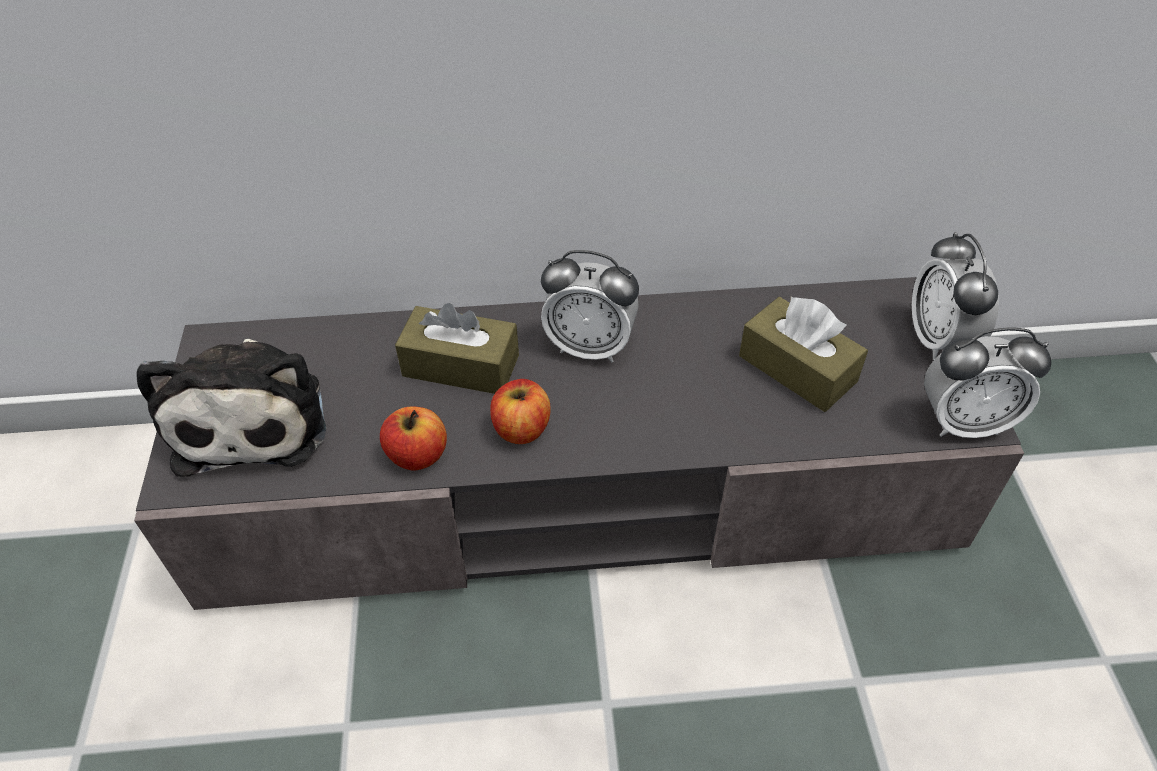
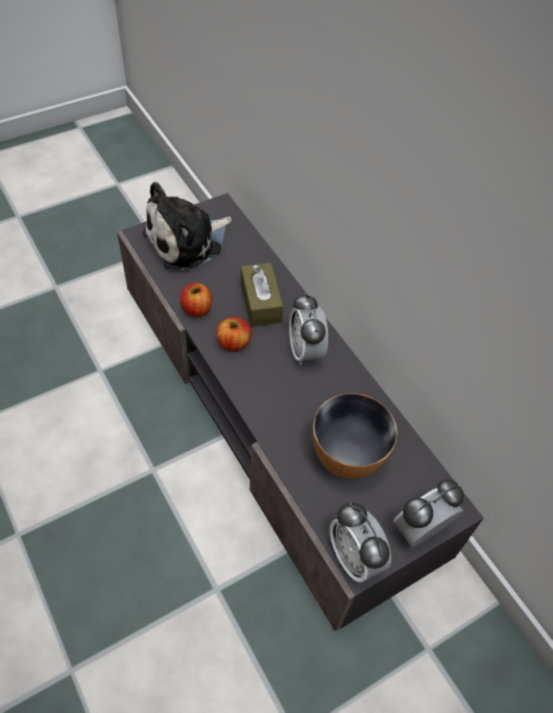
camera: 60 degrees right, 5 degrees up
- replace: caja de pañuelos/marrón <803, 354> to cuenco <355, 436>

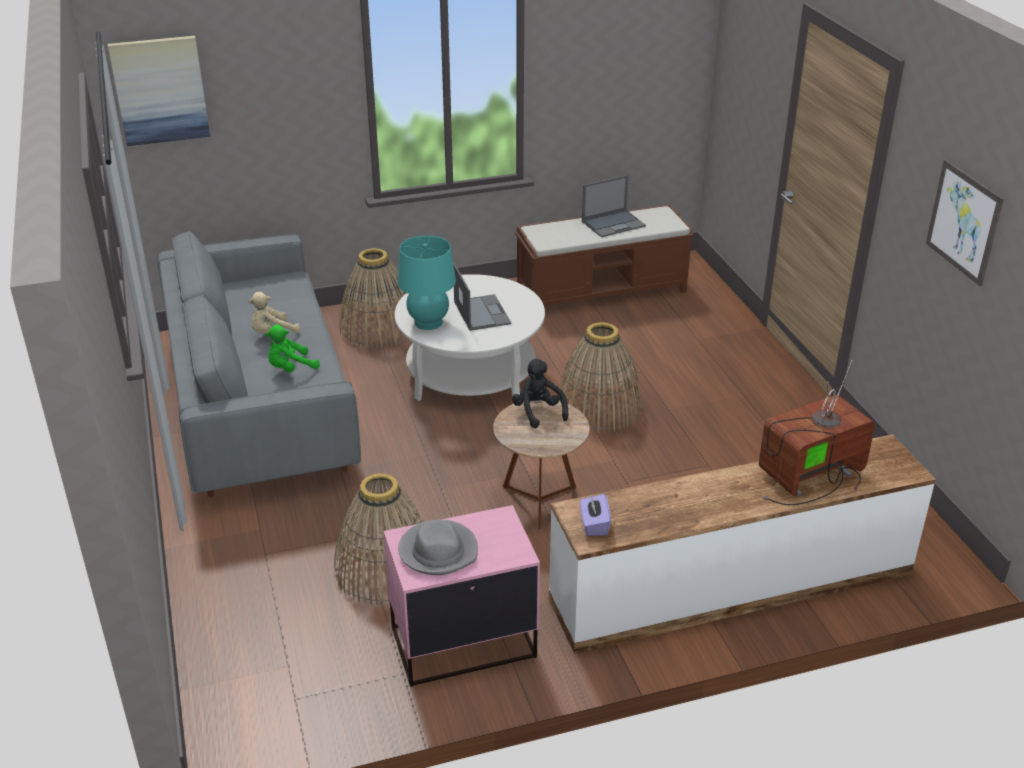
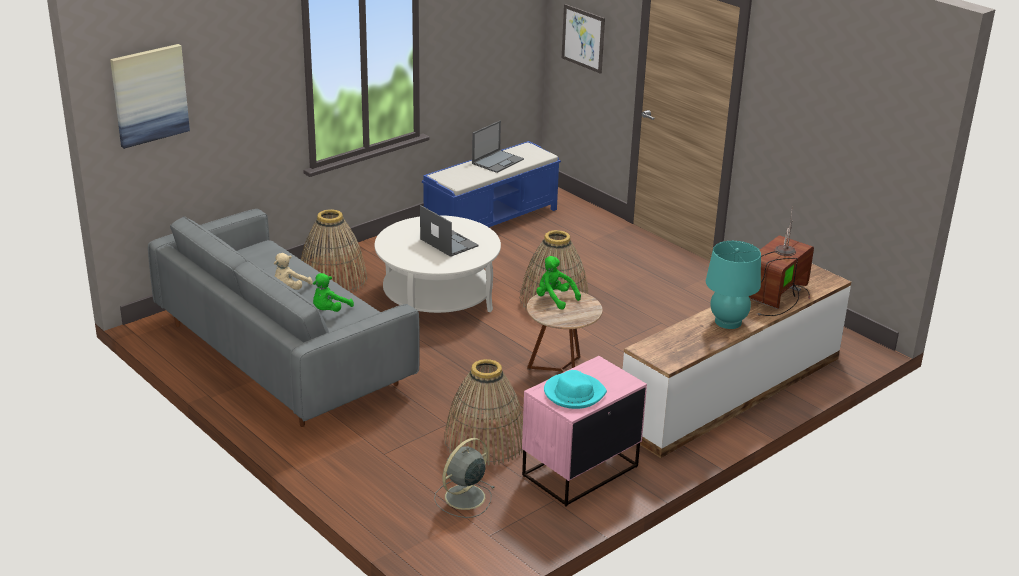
camera: 25 degrees left, 5 degrees down
- delete: caja de pañuelos/morado <595, 515>
- insert: ventilador/gris <464, 478>
- move: lámpara de mesa/turquesa <426, 282> to <733, 285>
- move: cuadro <965, 223> to <583, 39>
- recolor: sombrero/gris <438, 547> to sombrero/turquesa <575, 389>
- recolor: peluche/negro <540, 393> to peluche/verde <558, 283>
- recolor: banco/marrón <604, 255> to banco/azul <491, 184>

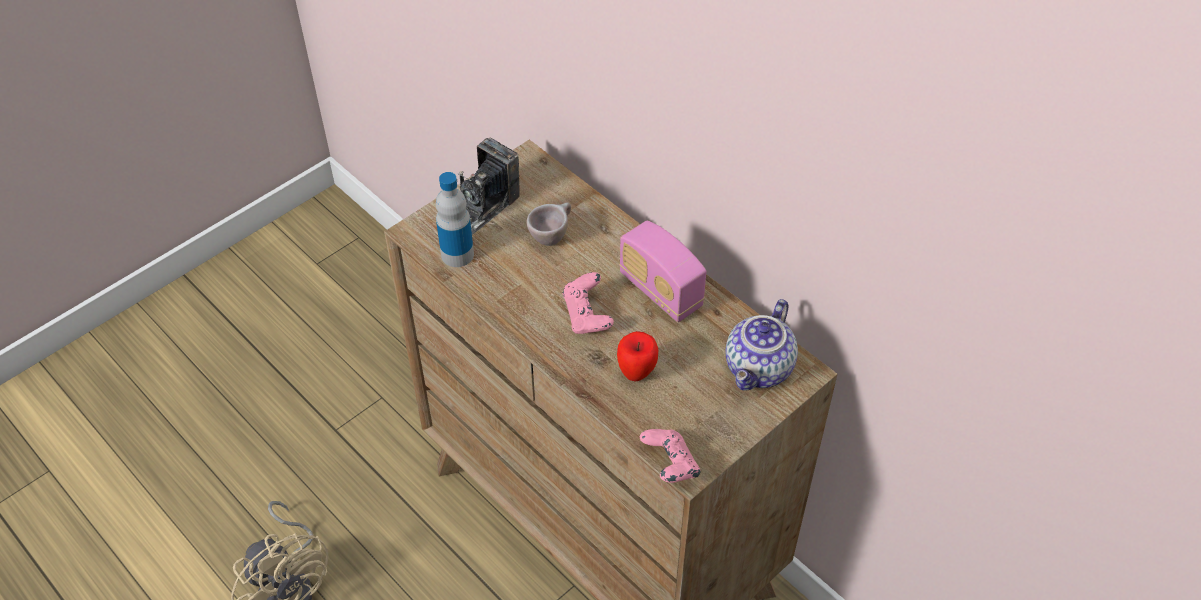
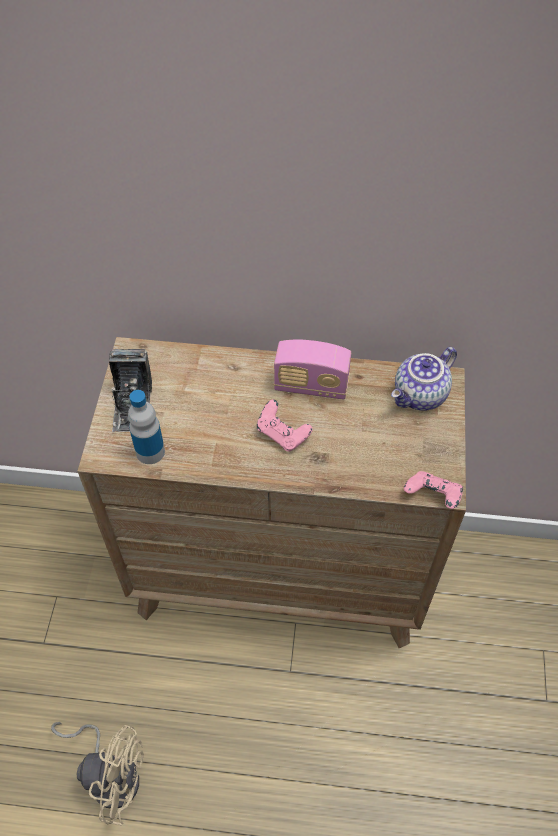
camera: 40 degrees left, 5 degrees up
- delete: taza/beis <549, 224>
- delete: manzana <637, 356>
- rotate: tetera <761, 344> = <424, 379> 60 degrees clockwise

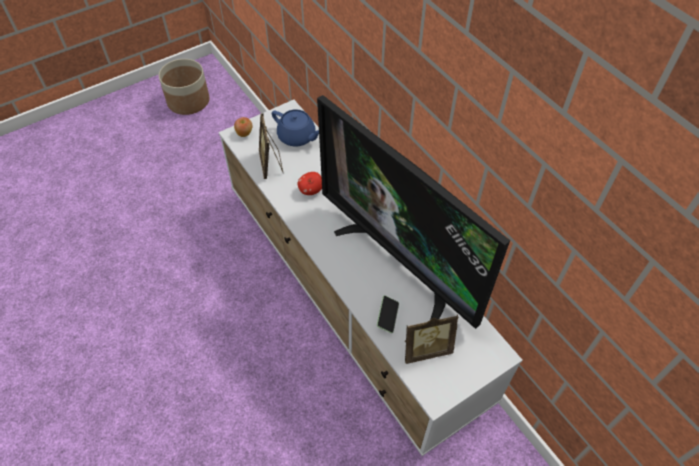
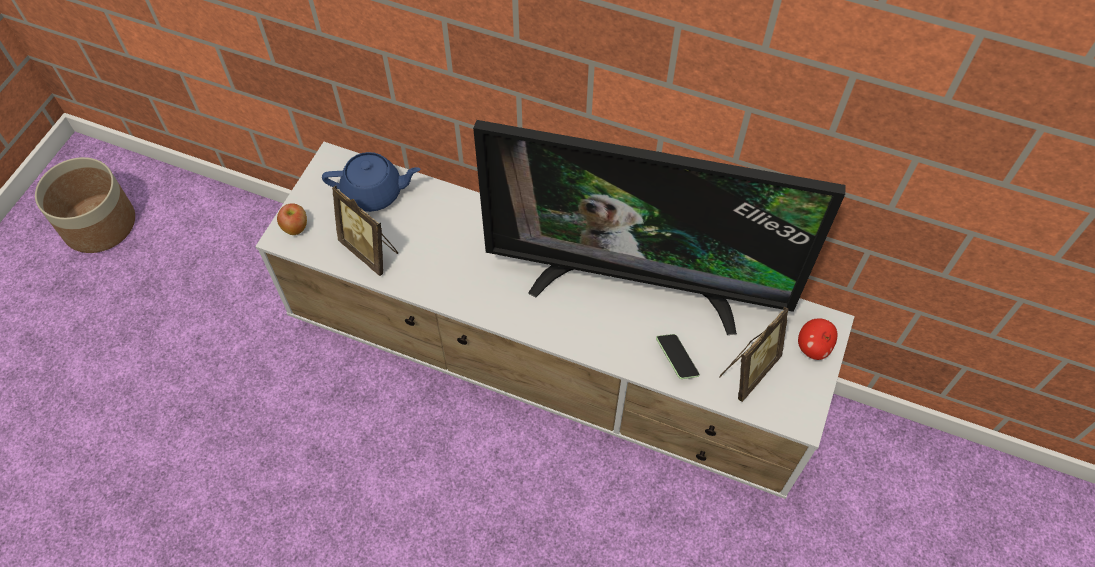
camera: 35 degrees left, 5 degrees up
- move: manzana <310, 183> to <817, 339>

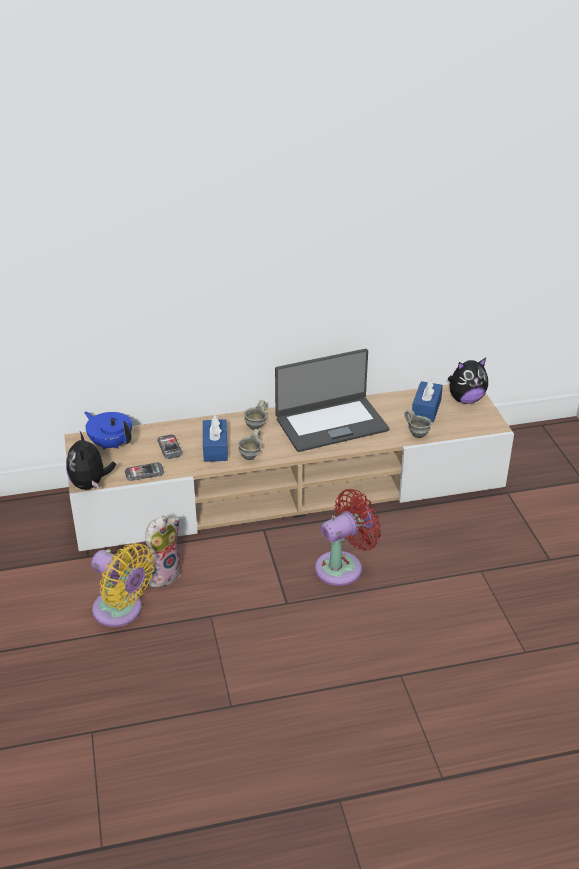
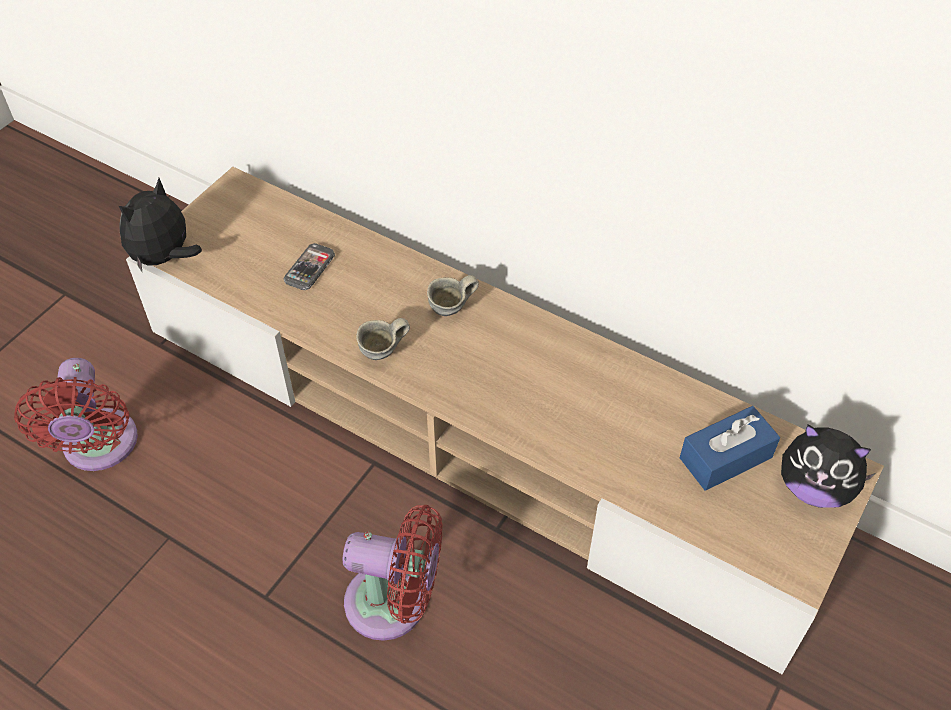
camera: 45 degrees right, 15 degrees up
- delete: tetera/azul <108, 430>
- delete: móvil <144, 471>
- delete: peluche <163, 551>
- delete: caja de pañuelos/azul <215, 438>
- delete: portátil <332, 400>
- delete: taza grande/gris <418, 423>
- recolor: ventilador/amarillo <123, 585> to ventilador/rojo <76, 414>

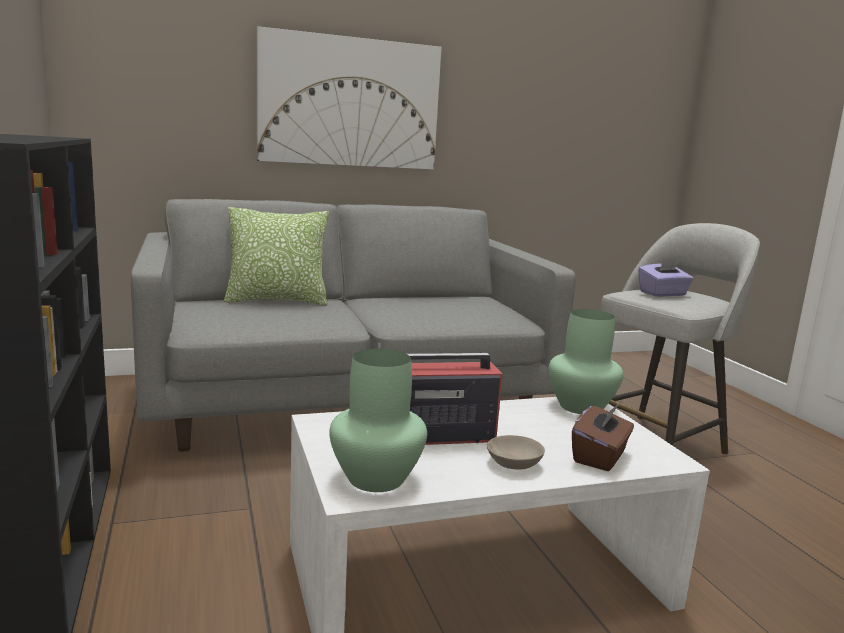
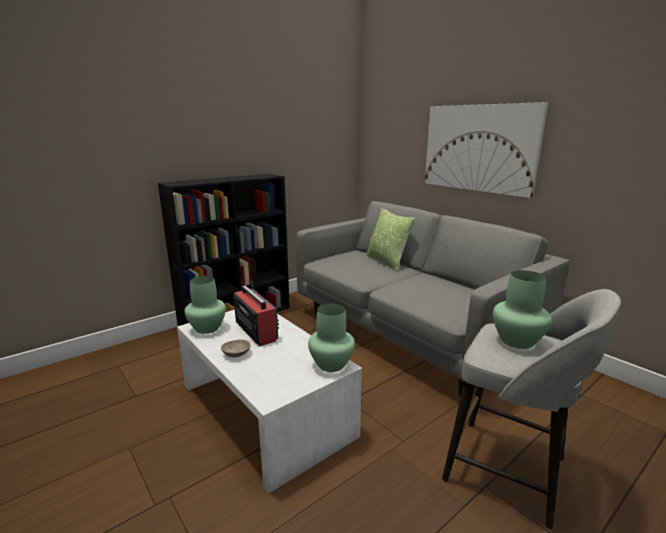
camera: 70 degrees right, 5 degrees up
- delete: caja de pañuelos/marrón <603, 437>
- replace: caja de pañuelos/morado <666, 277> to florero/verde <522, 309>

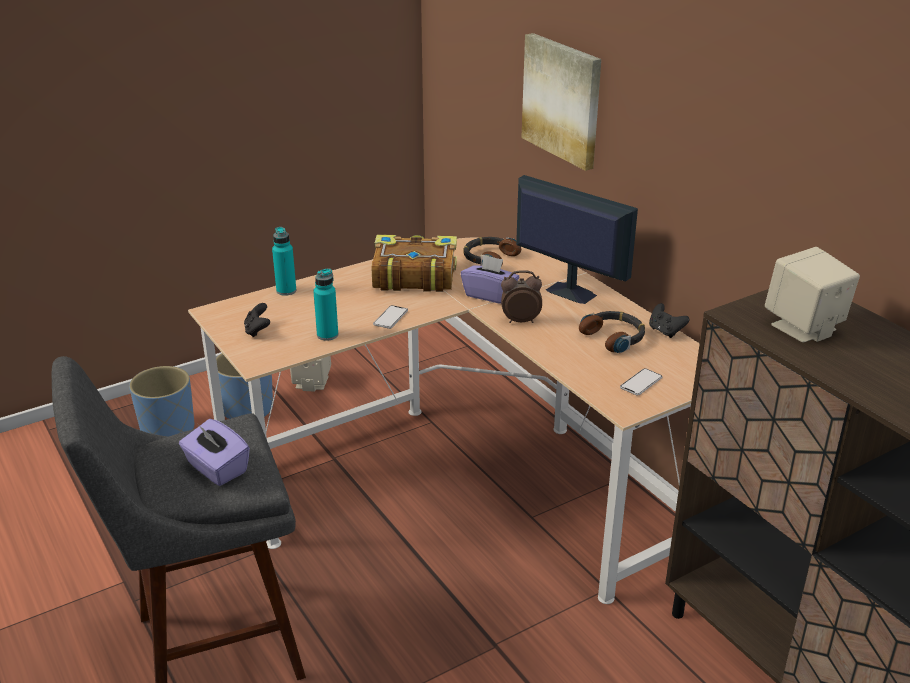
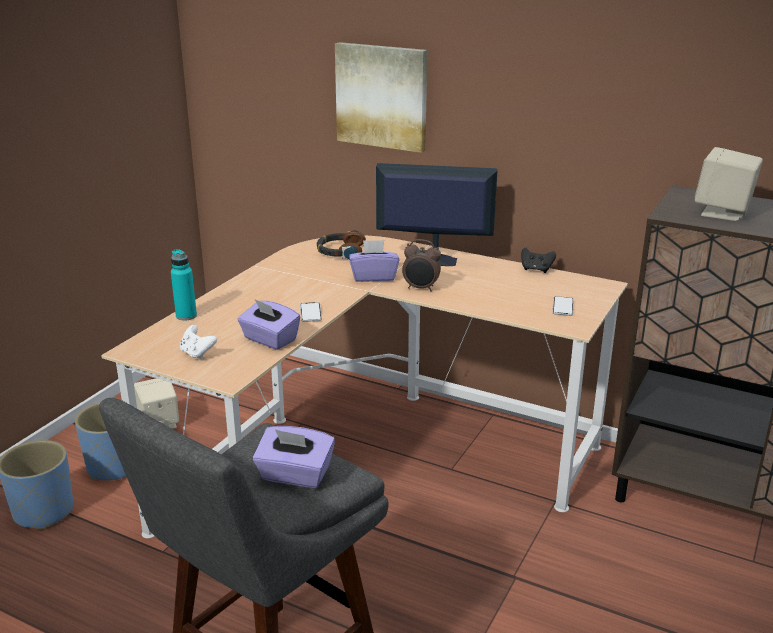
camera: 30 degrees left, 5 degrees down
- delete: libro <414, 263>
- delete: auriculares <612, 332>
- replace: botella/turquesa <325, 304> to caja de pañuelos/morado <268, 324>
- recolor: mando de consola/negro <257, 320> to mando de consola/blanco <198, 342>
- rotate: despertador <521, 296> = <421, 265> 135 degrees counterclockwise

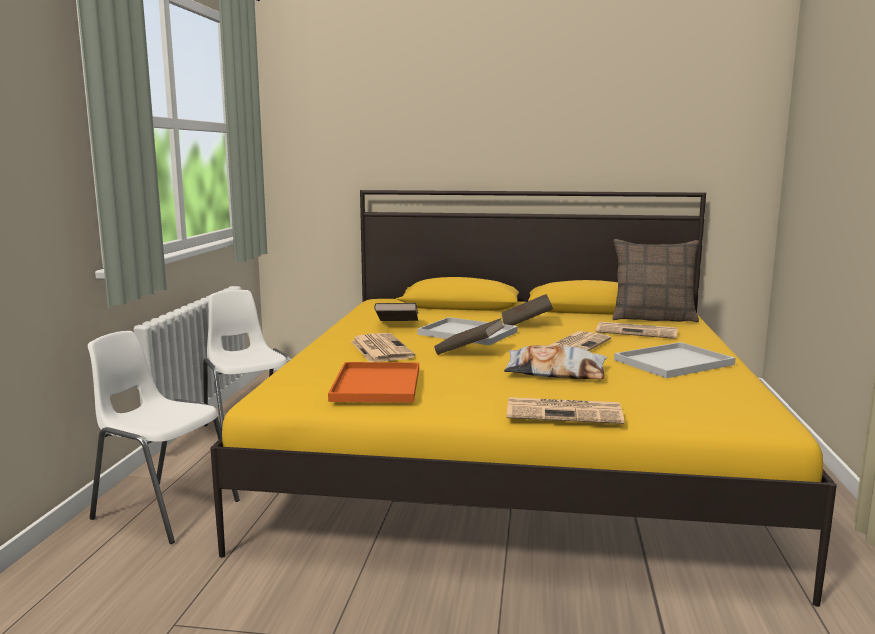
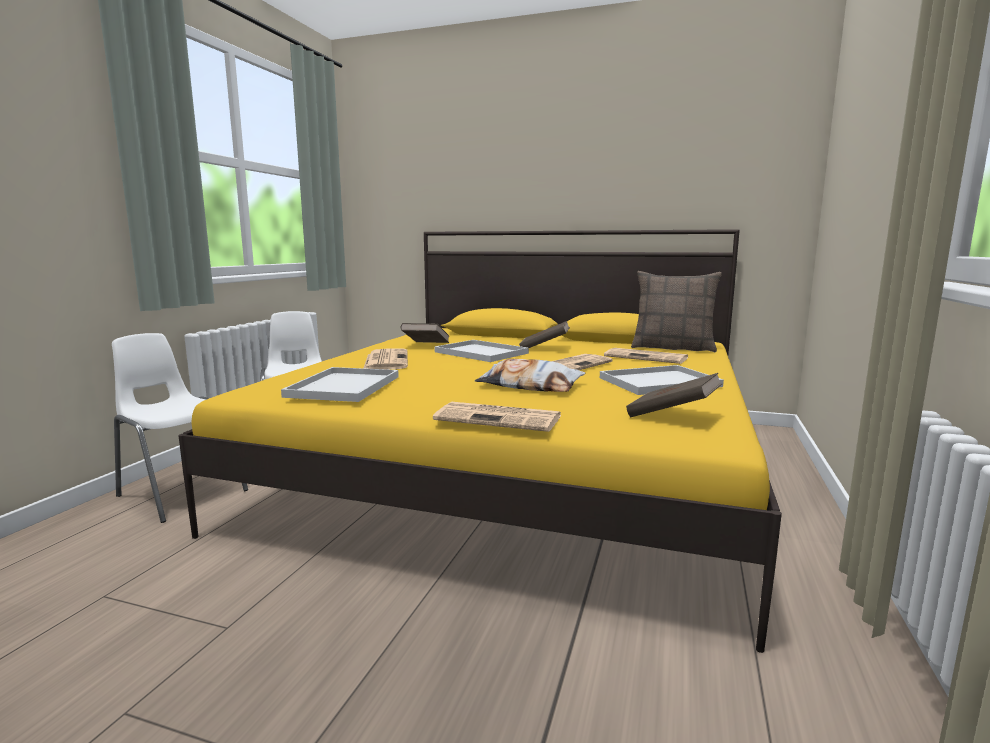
camera: 10 degrees right, 0 degrees up
- move: libro/marrón <469, 336> to <674, 395>
- recolor: bandeja/naranja <373, 382> to bandeja/blanco <340, 384>

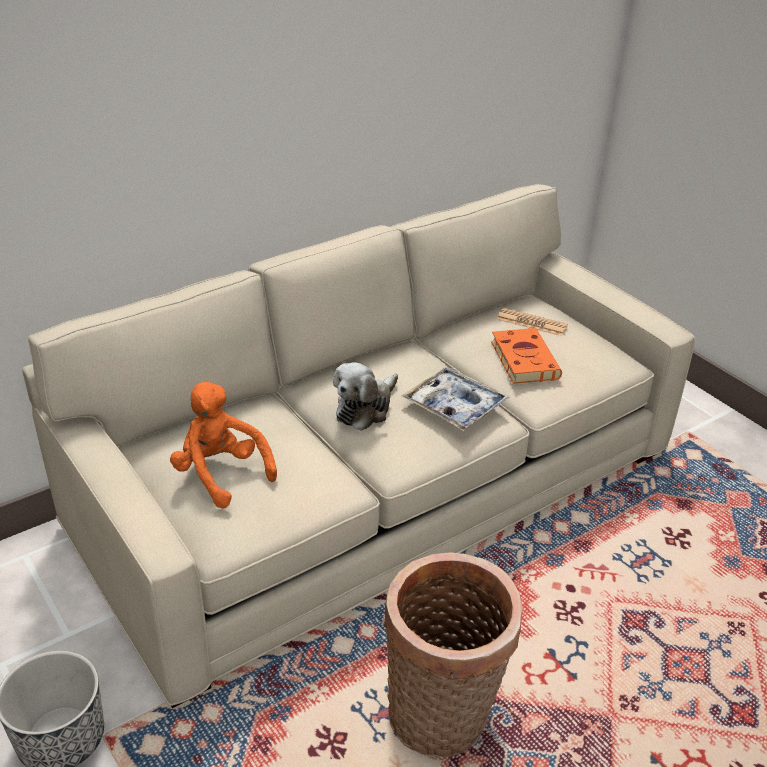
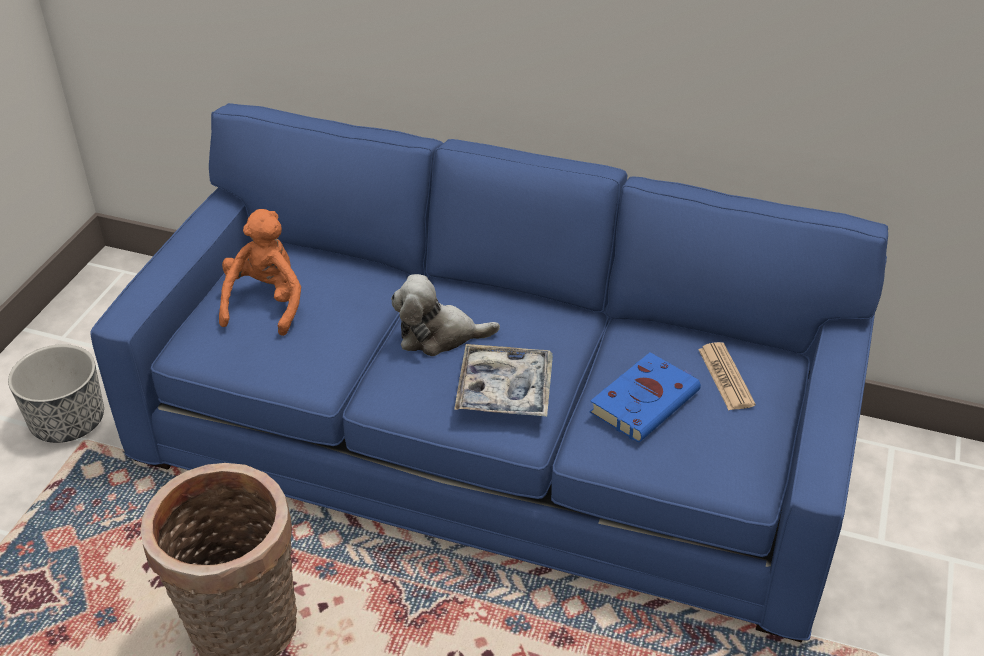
camera: 55 degrees right, 5 degrees up
- recolor: sofá/beis <358, 446> to sofá/azul <489, 372>
- recolor: libro/naranja <526, 356> to libro/azul <645, 397>

